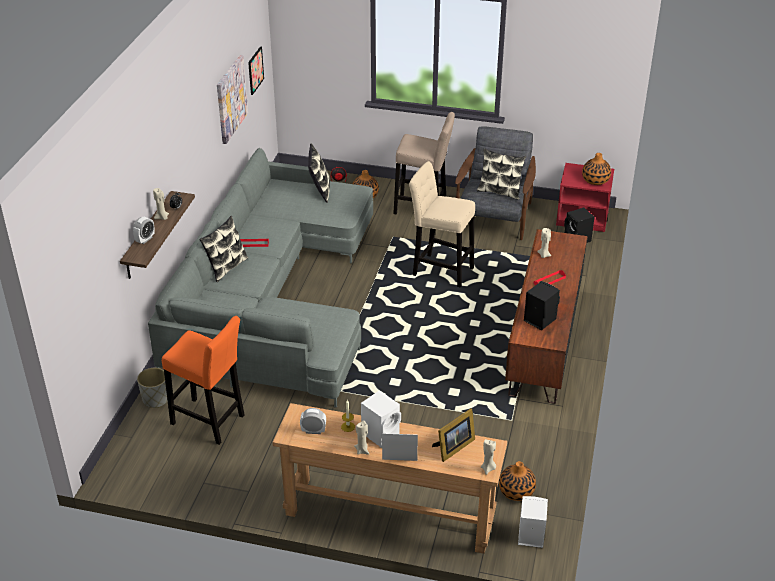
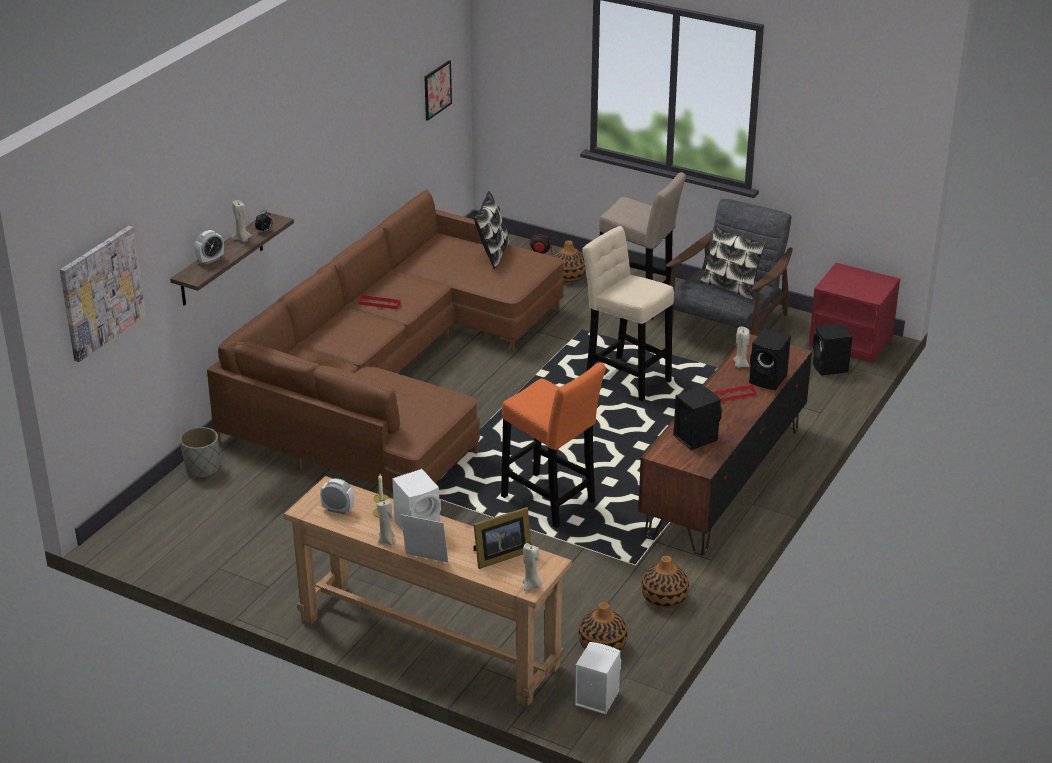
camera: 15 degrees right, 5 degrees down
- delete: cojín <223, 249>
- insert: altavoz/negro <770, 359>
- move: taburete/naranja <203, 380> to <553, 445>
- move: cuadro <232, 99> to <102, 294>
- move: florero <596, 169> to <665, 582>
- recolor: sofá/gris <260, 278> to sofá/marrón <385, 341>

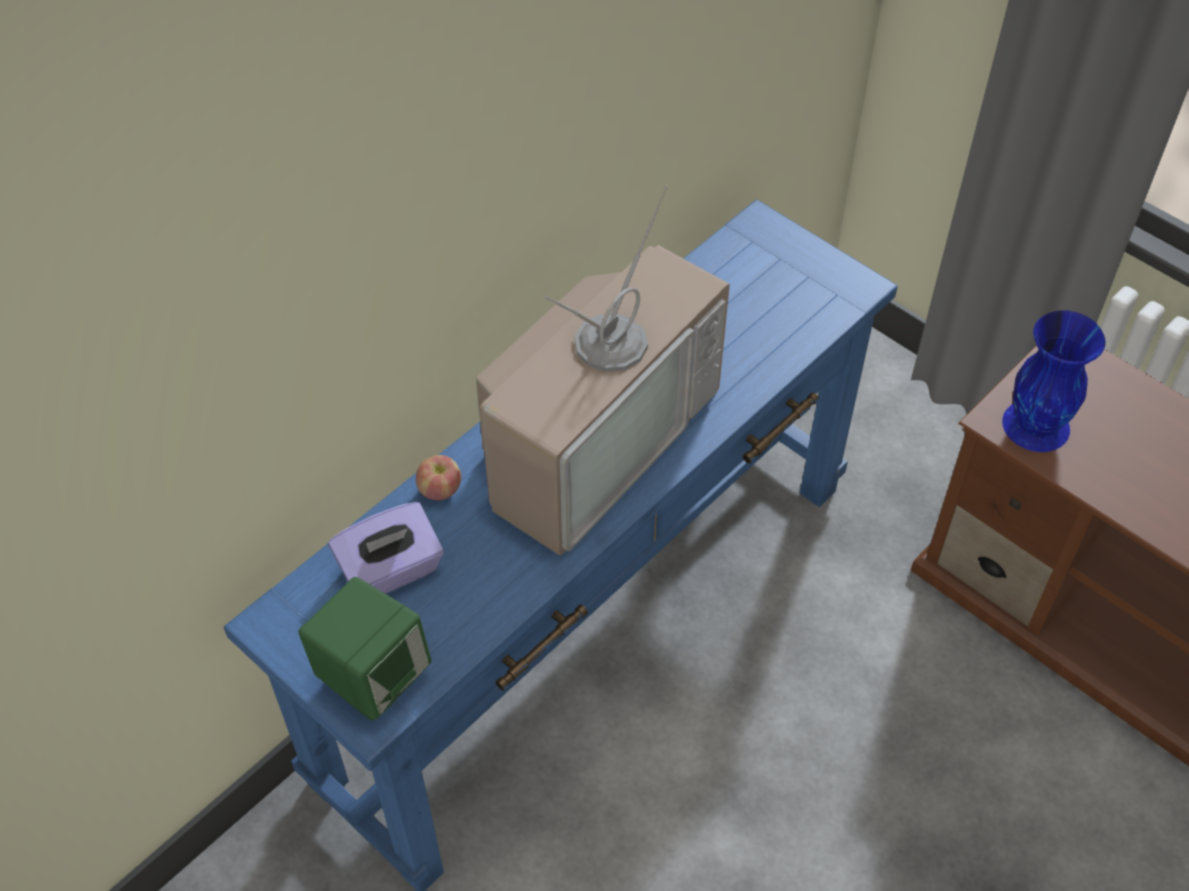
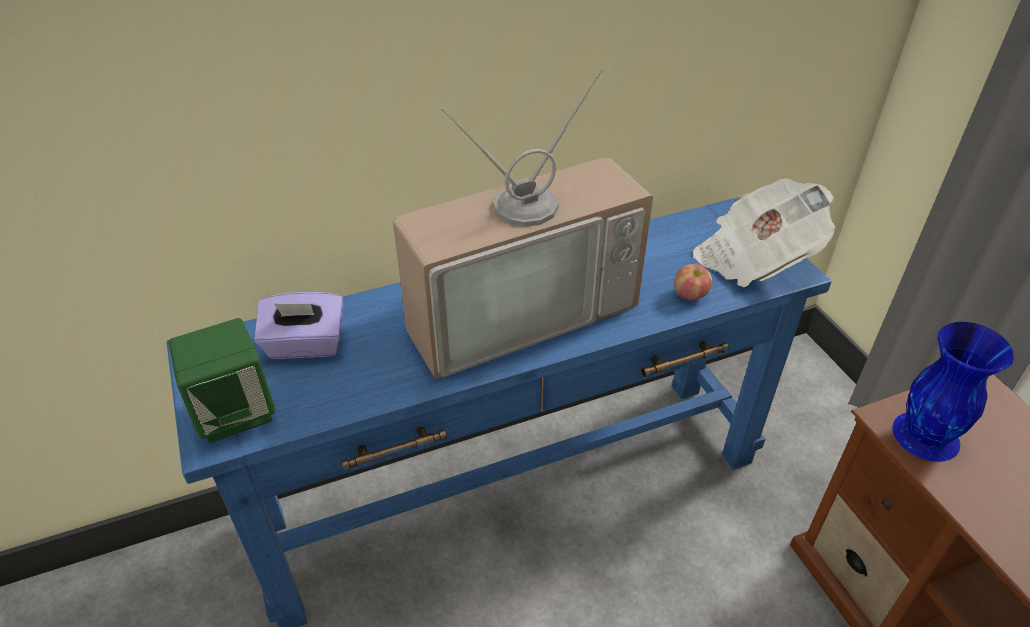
camera: 25 degrees right, 10 degrees down
- insert: periódico <764, 232>
- move: manzana <438, 477> to <693, 282>

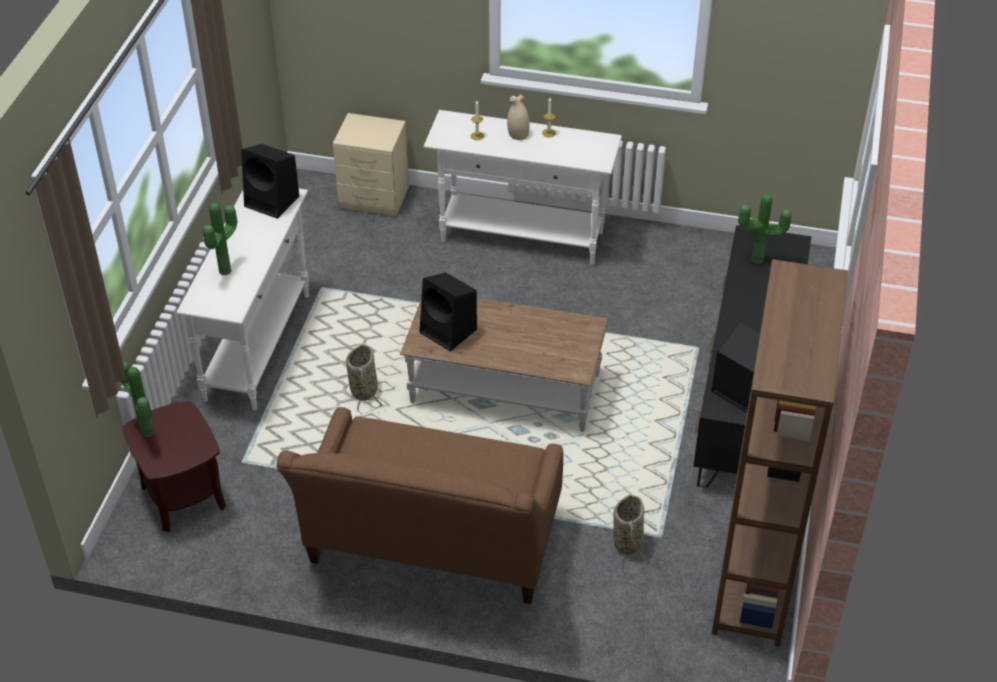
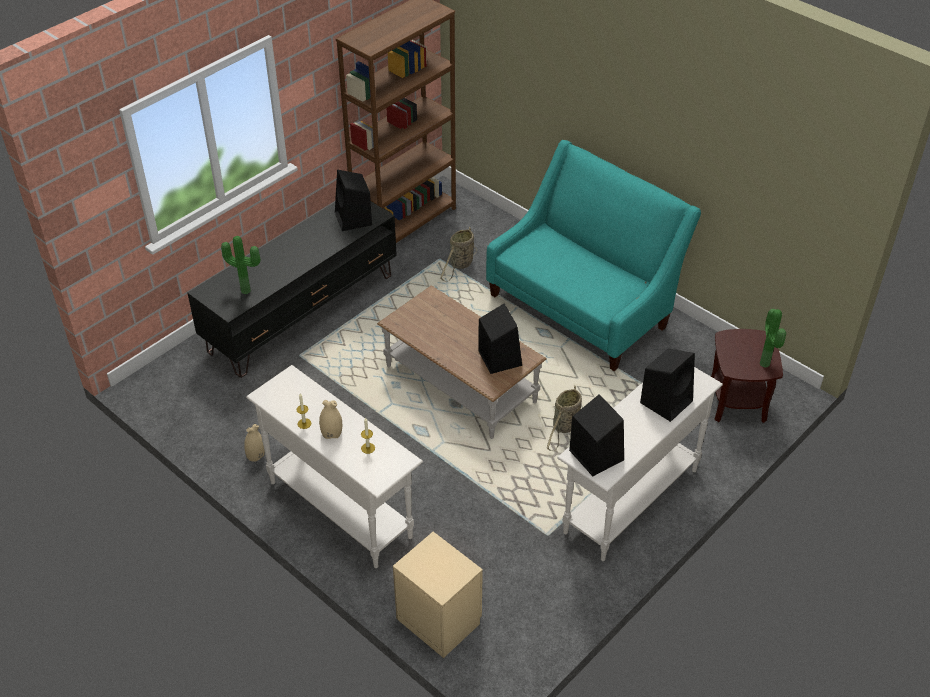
camera: 150 degrees left, 0 degrees up
- insert: florero/beis <254, 443>
- replace: planta en maceta <220, 239> to altavoz/negro <667, 385>
- recolor: sofá/marrón <420, 505> to sofá/turquesa <593, 255>

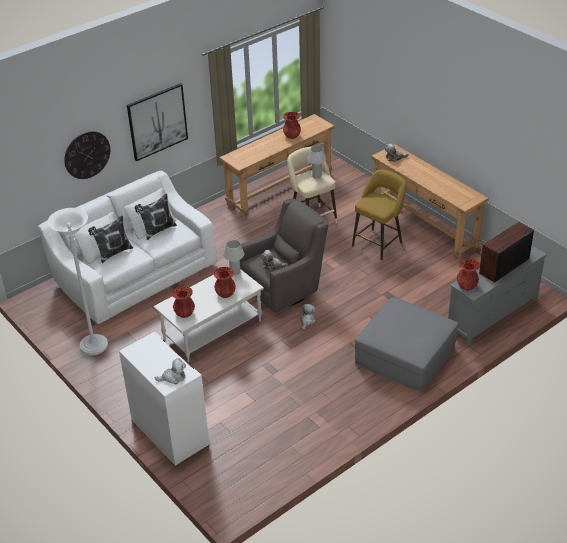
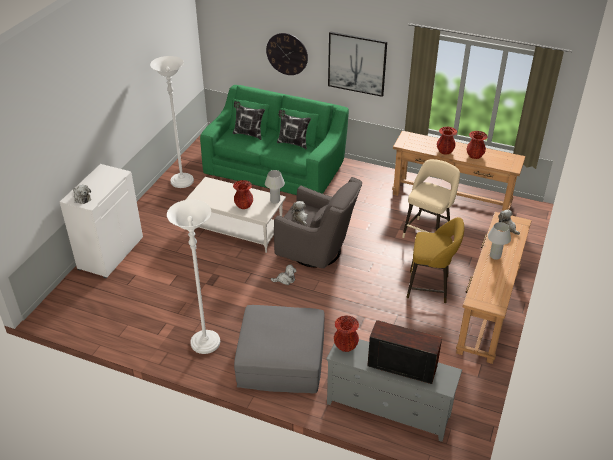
camera: 60 degrees right, 0 degrees up
- insert: lámpara de pie/blanco <193, 276>
- move: florero/rojo <183, 302> to <447, 141>
- move: lámpara de mesa/blanco <316, 162> to <499, 241>
- recolor: sofá/blanco <127, 247> to sofá/verde <274, 140>

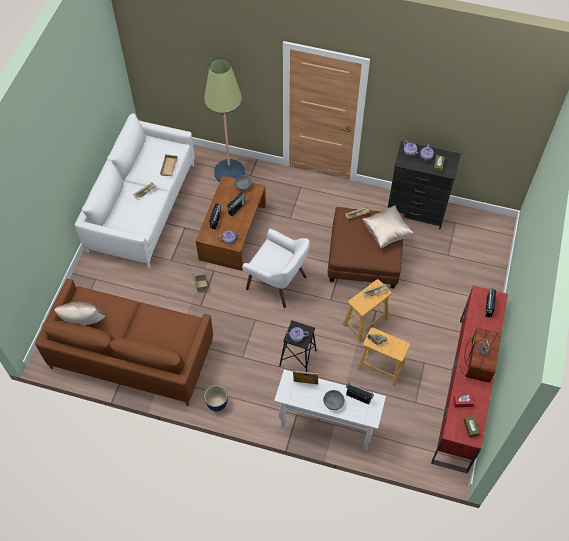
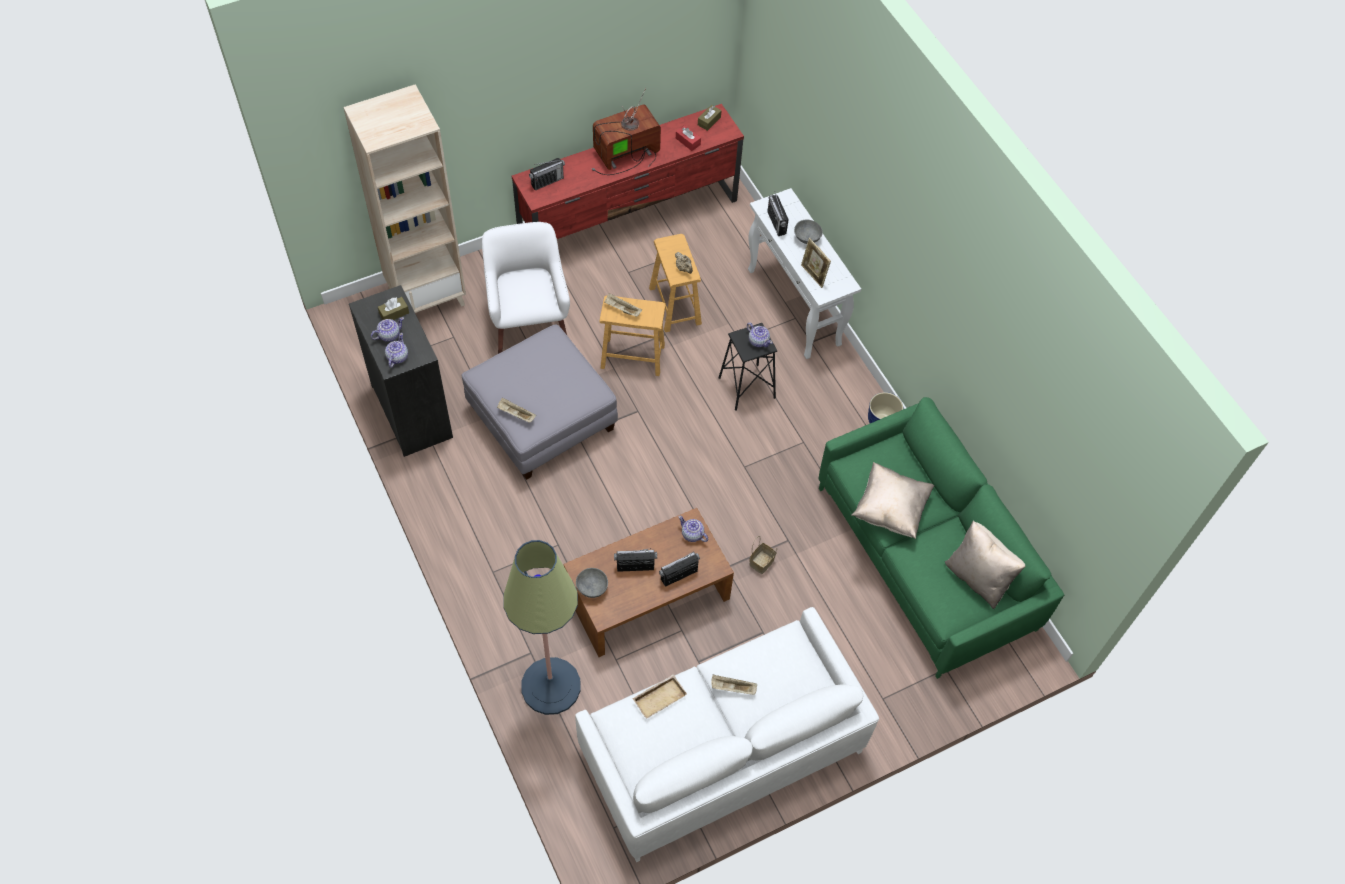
camera: 135 degrees left, 0 degrees up
- insert: estantería/beis <404, 198>
- move: sillón/blanco <276, 268> to <526, 288>
- move: cojín/beis <388, 226> to <892, 500>
- recolor: sofá/marrón <124, 342> to sofá/verde <941, 538>
- recolor: puf/marrón <366, 248> to puf/gris <539, 402>

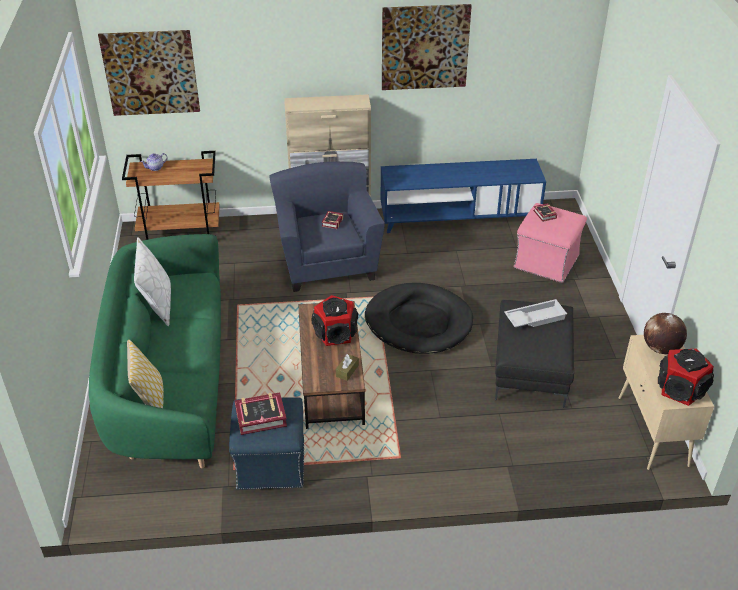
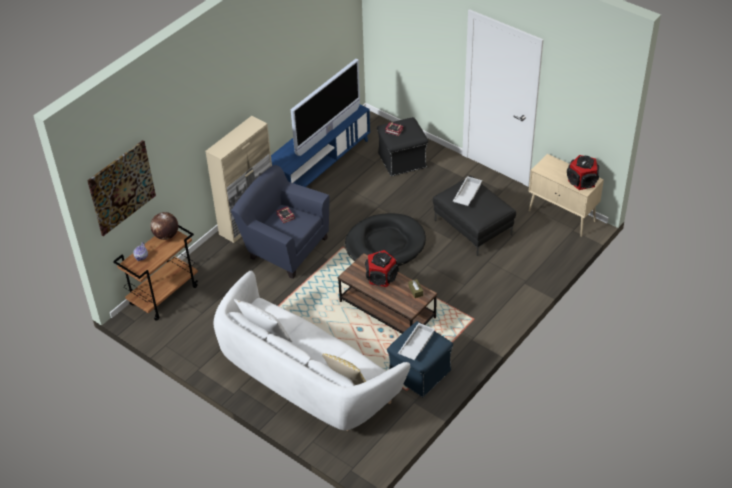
camera: 45 degrees left, 5 degrees up
- delete: cuadro <427, 47>
- insert: televisor <325, 107>
- move: globo terráqueo <665, 333> to <164, 226>
- replace: libro <261, 413> to bandeja/blanco <416, 341>
- recolor: sofá/verde <155, 351> to sofá/blanco <311, 351>
- recolor: puf/rosa <550, 243> to puf/negro <402, 146>

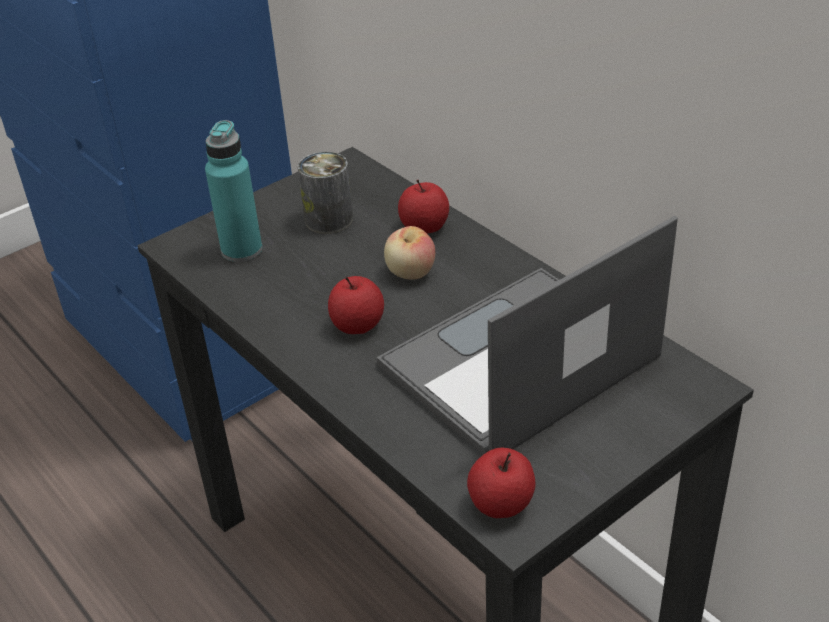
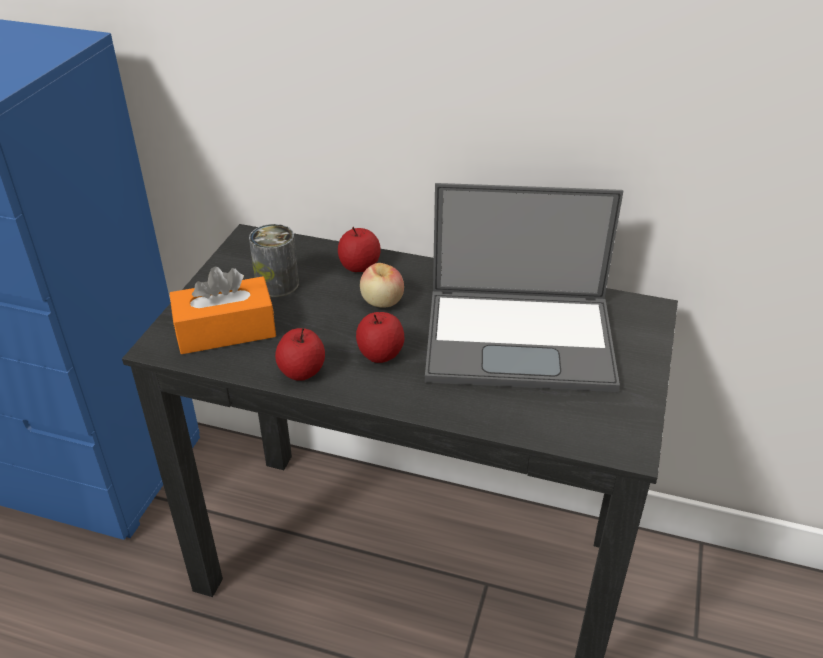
camera: 35 degrees left, 0 degrees up
- move: manzana <501, 482> to <300, 354>
- replace: botella/turquesa <233, 191> to caja de pañuelos/naranja <222, 310>
- rotate: portátil <527, 335> = <524, 287> 105 degrees counterclockwise

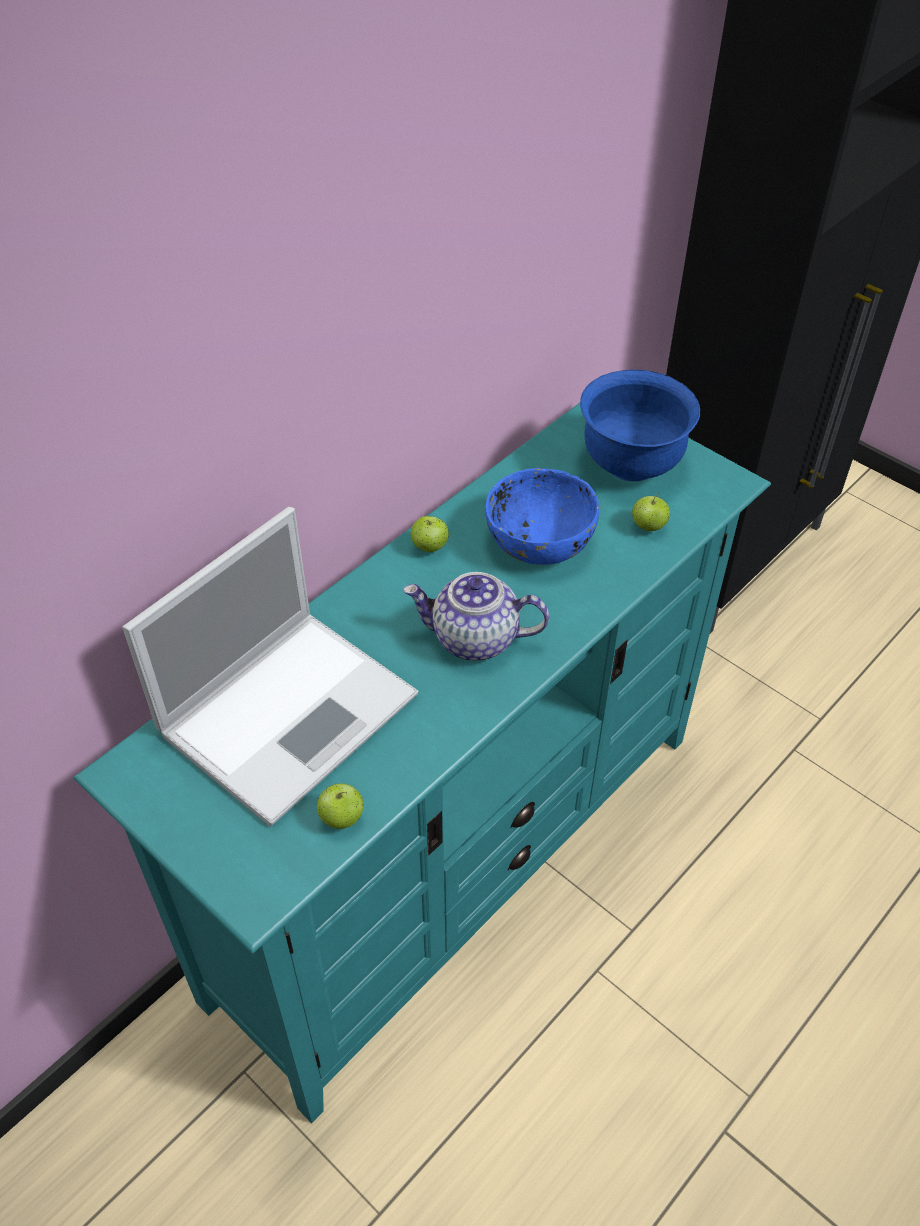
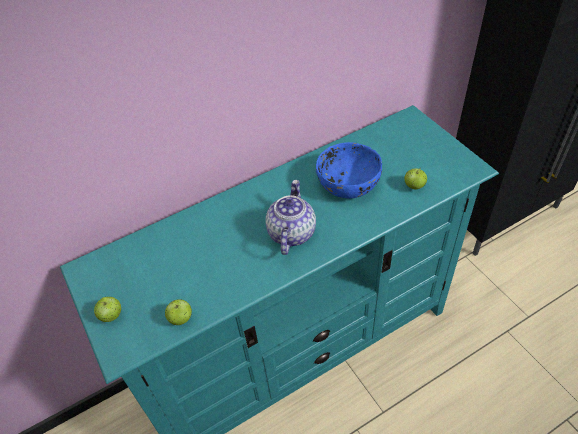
camera: 20 degrees right, 0 degrees up
- delete: portátil <270, 666>
- delete: cuenco/azul <640, 425>
- move: manzana <429, 534> to <107, 309>
- rotate: tetera <476, 616> = <291, 217> 75 degrees clockwise

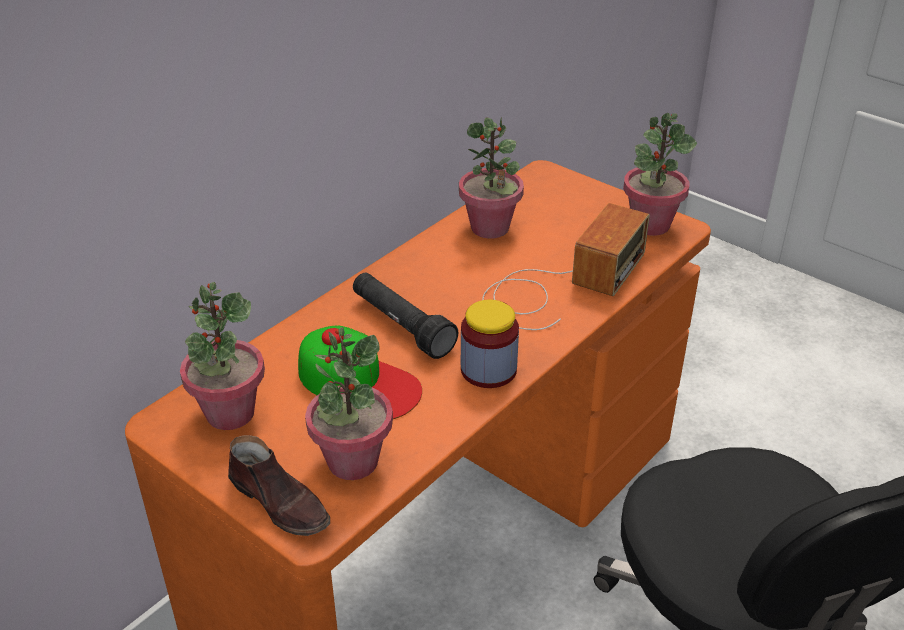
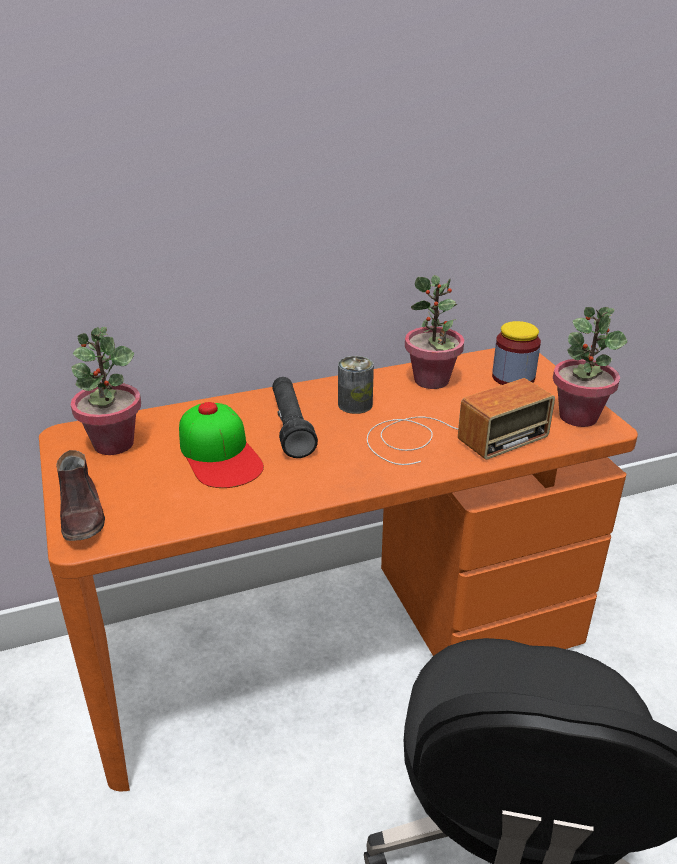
camera: 30 degrees right, 5 degrees down
- delete: planta en maceta <349, 403>
- insert: lata <356, 385>
- move: tarro <490, 344> to <516, 353>

